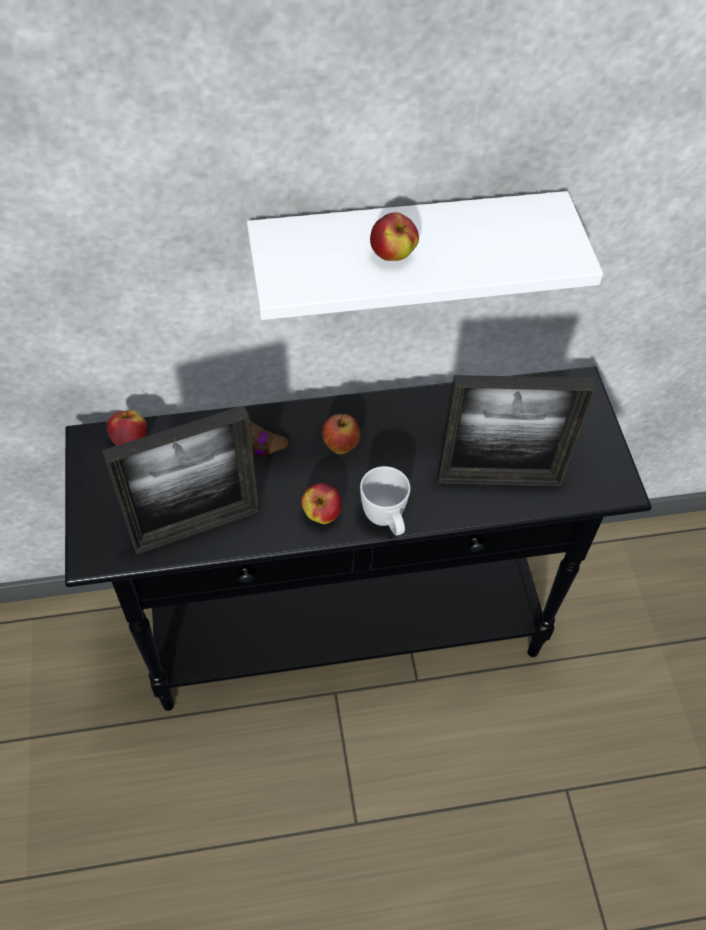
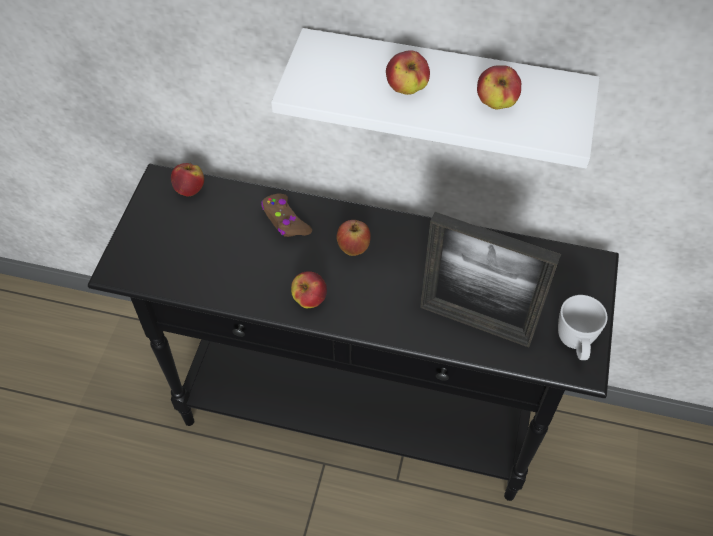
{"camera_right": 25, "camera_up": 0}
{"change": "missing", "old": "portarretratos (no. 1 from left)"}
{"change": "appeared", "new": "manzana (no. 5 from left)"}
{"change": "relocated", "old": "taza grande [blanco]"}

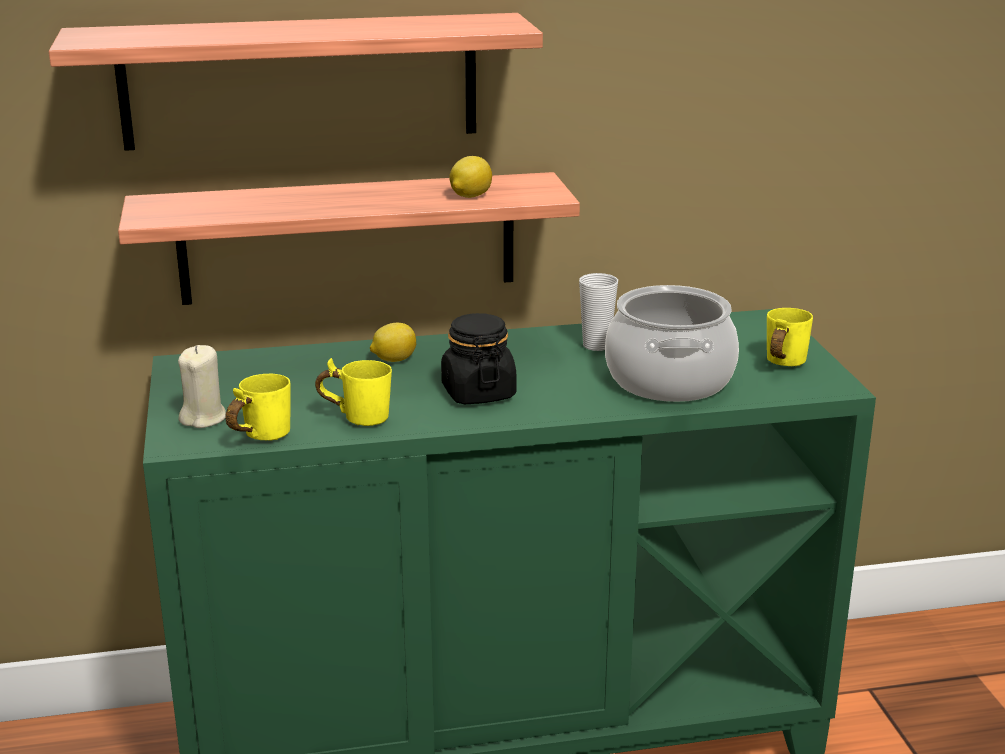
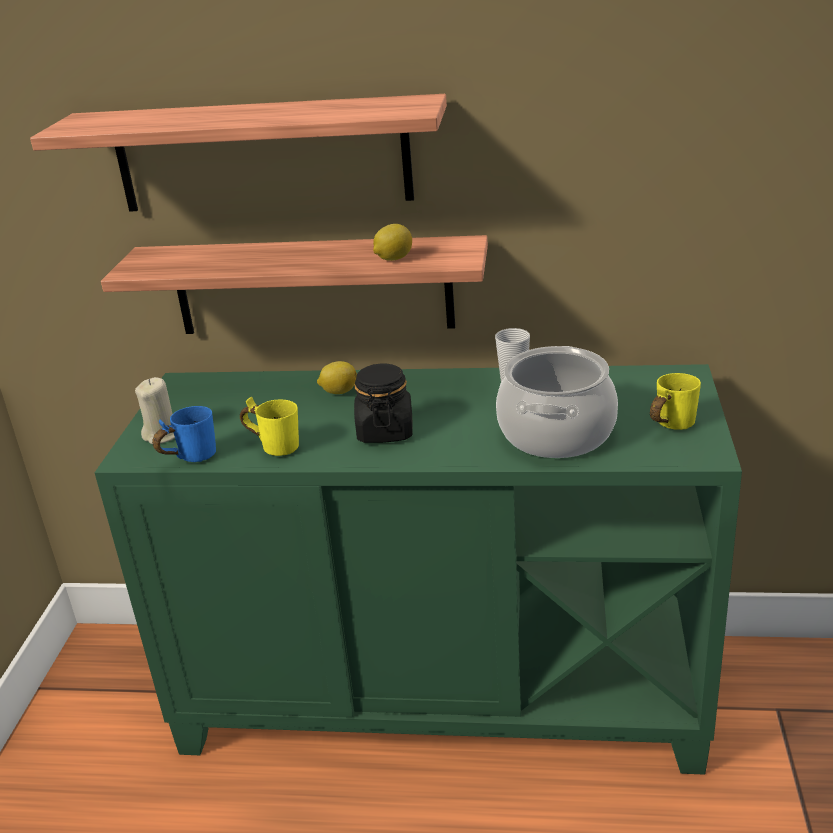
{"camera_right": 20, "camera_up": 5}
{"change": "colour", "old": "taza grande [amarillo] (no. 1 from left)", "new": "taza grande [azul]"}

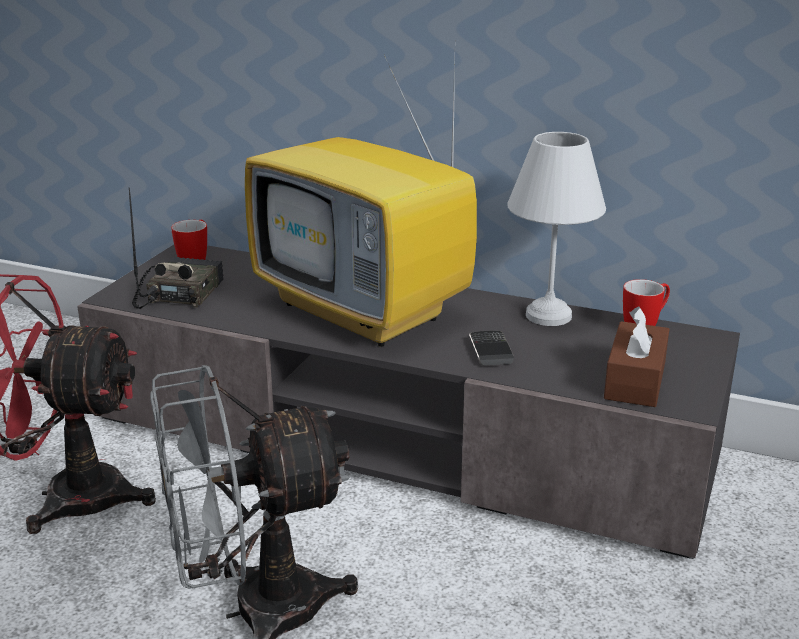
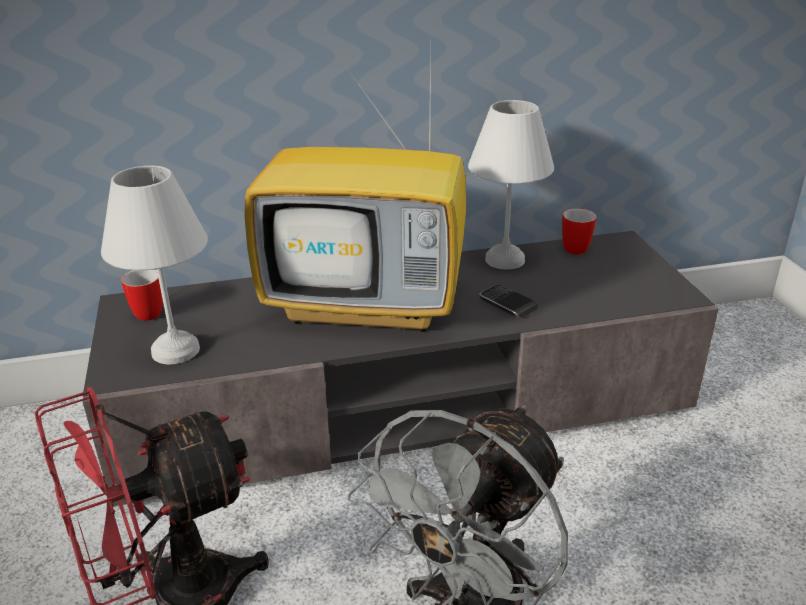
{"camera_right": -35, "camera_up": 5}
{"change": "missing", "old": "caja de pañuelos [marrón]"}
{"change": "exchanged", "old": "radio", "new": "lámpara de mesa [blanco] (no. 1 from left)"}

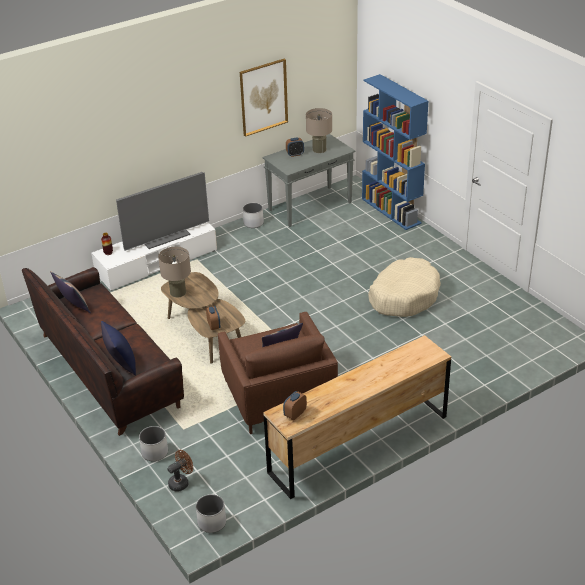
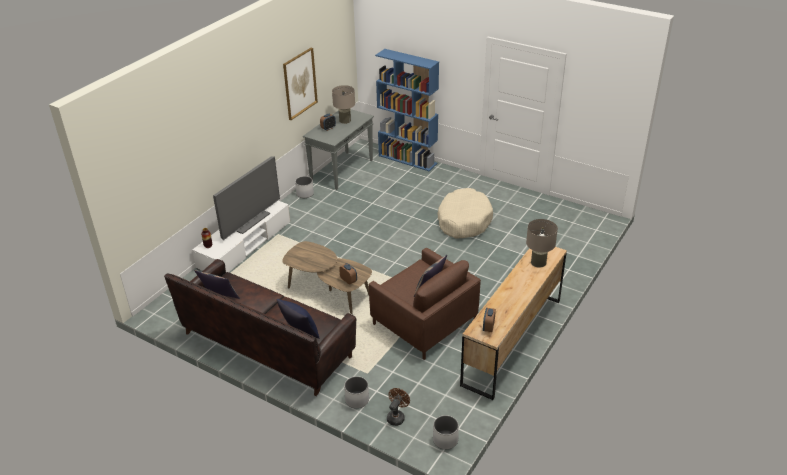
{"camera_right": -25, "camera_up": 0}
{"change": "relocated", "old": "lámpara de mesa [beis] (no. 1 from left in the first image)", "new": "lámpara de mesa [beis] (no. 2 from left)"}

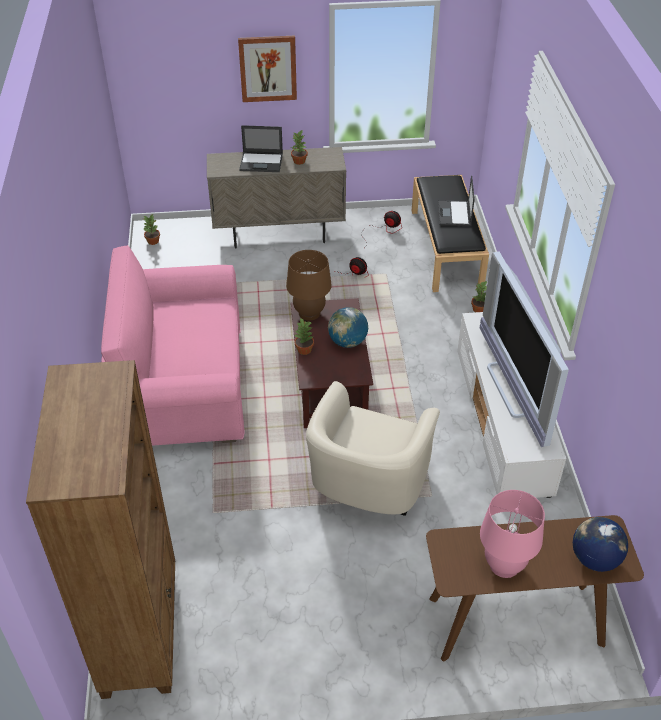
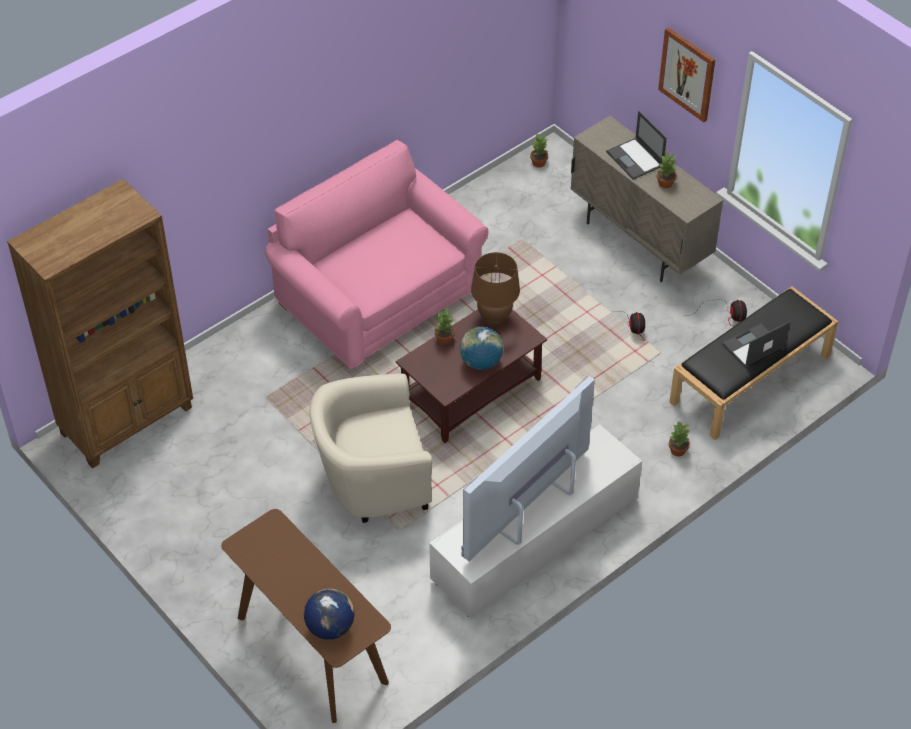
{"camera_right": 55, "camera_up": 5}
{"change": "missing", "old": "lámpara de mesa [rosa]"}

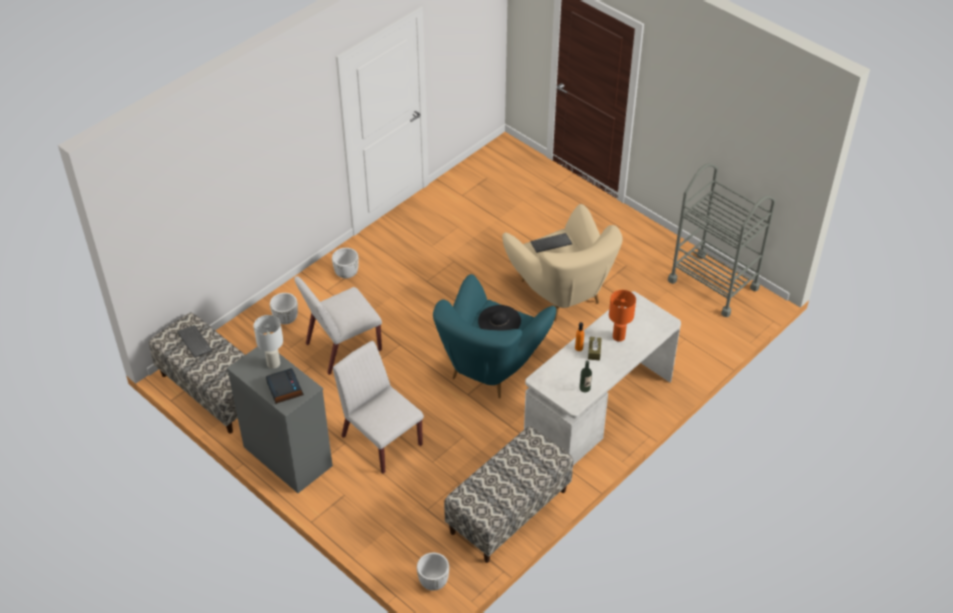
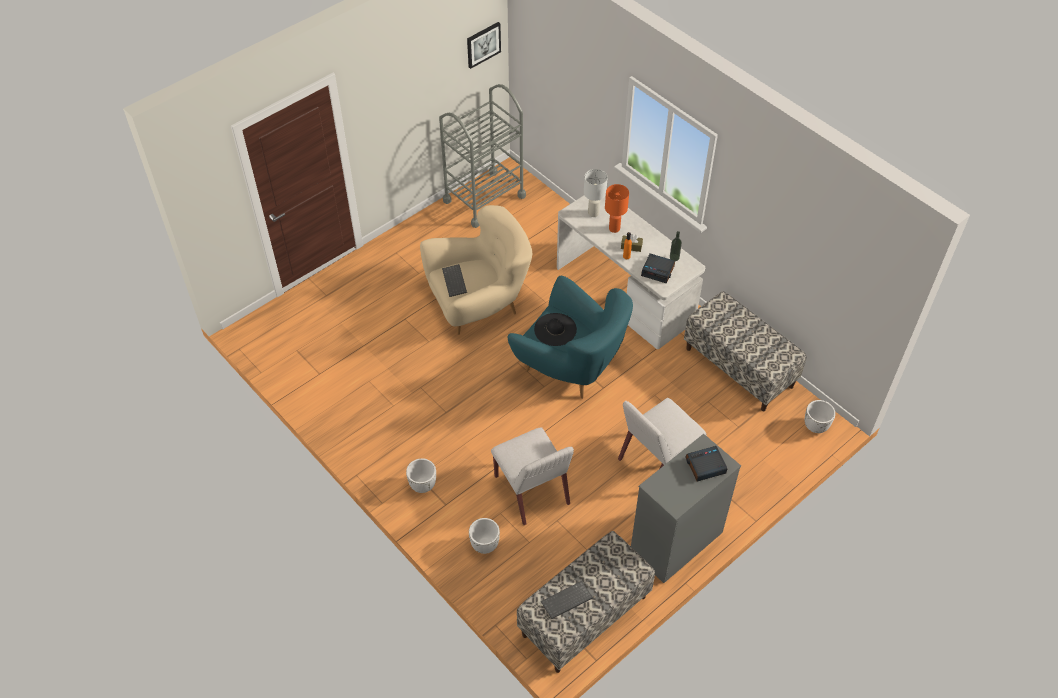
{"camera_right": -85, "camera_up": 5}
{"change": "appeared", "new": "cuadro"}
{"change": "appeared", "new": "despertador (no. 1 from left)"}
{"change": "relocated", "old": "lámpara de mesa [blanco]"}

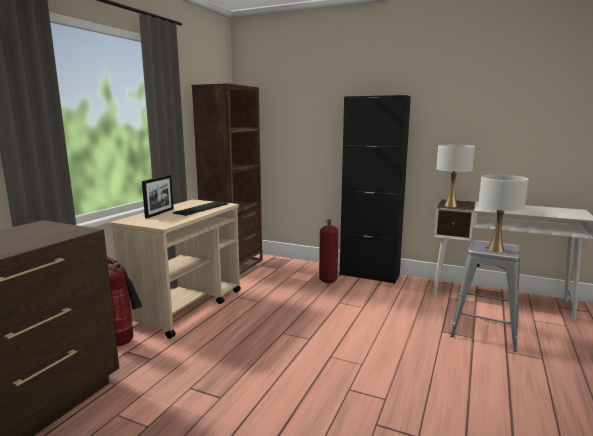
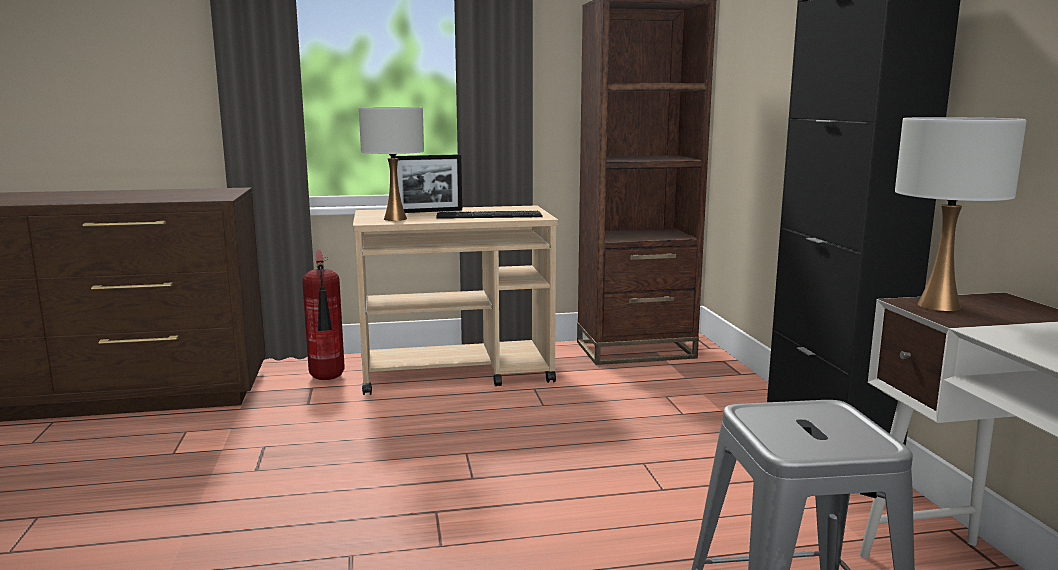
{"camera_right": 55, "camera_up": 0}
{"change": "missing", "old": "extintor (no. 2 from left)"}
{"change": "relocated", "old": "lámpara de mesa [blanco] (no. 2 from left in the first image)", "new": "lámpara de mesa [blanco] (no. 1 from left)"}

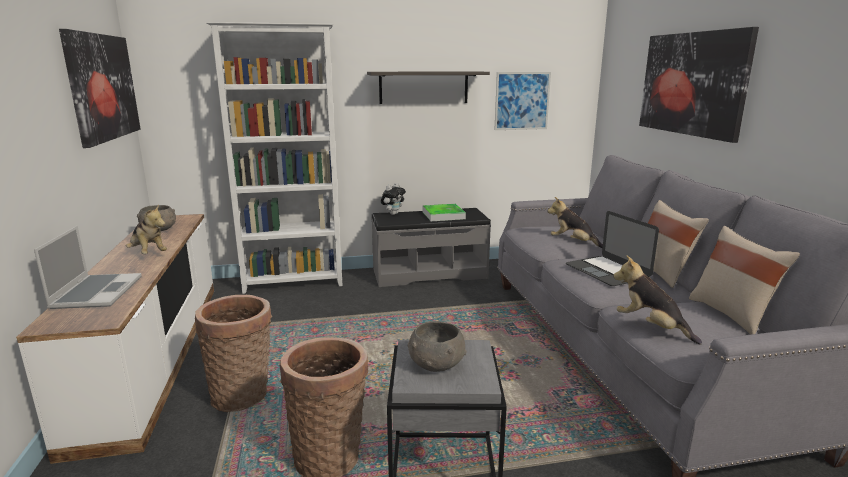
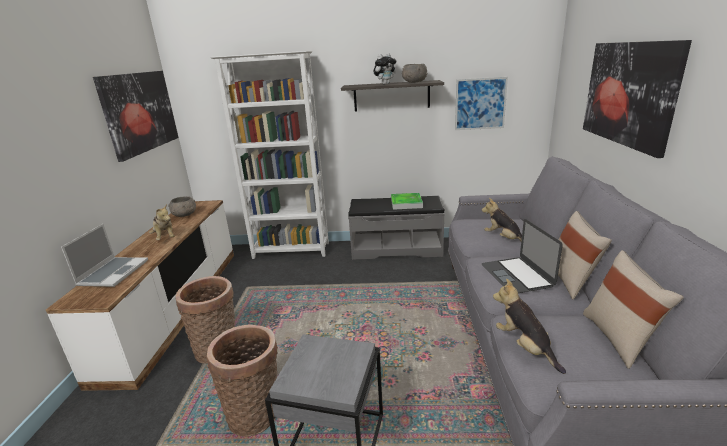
{"camera_right": 15, "camera_up": 5}
{"change": "relocated", "old": "peluche (no. 2 from left)"}
{"change": "relocated", "old": "cuenco [gris] (no. 2 from left)"}

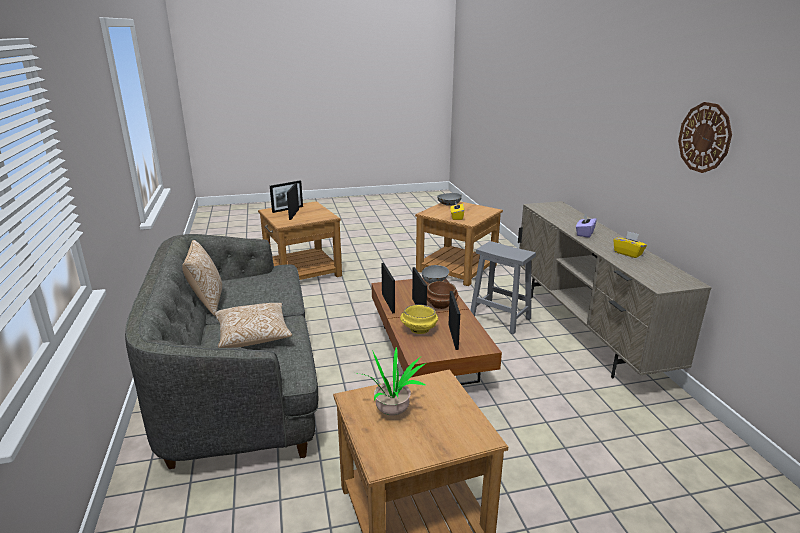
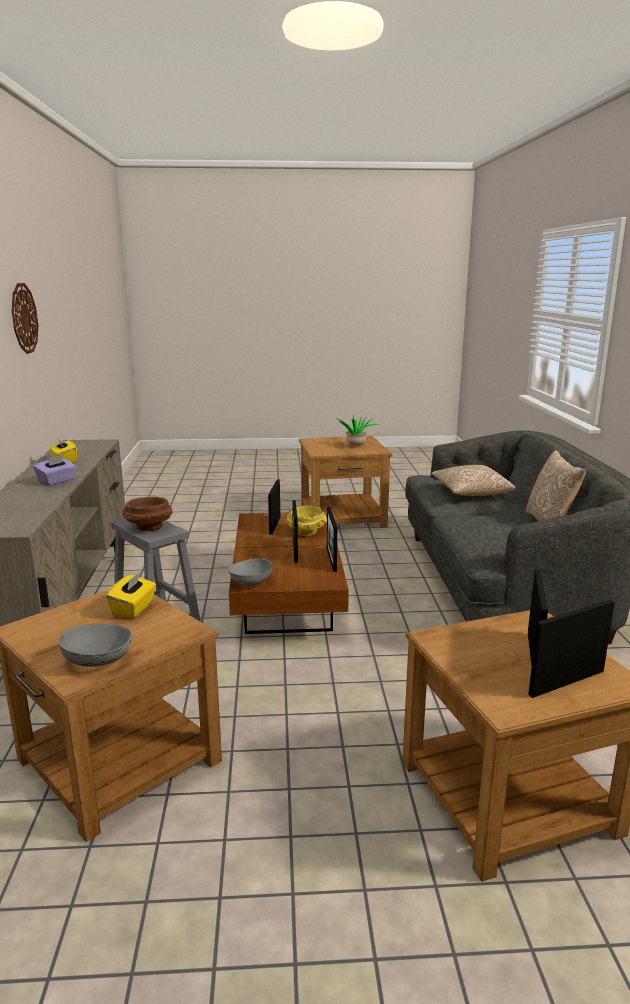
{"camera_right": -170, "camera_up": -5}
{"change": "relocated", "old": "cuenco [marrón]"}

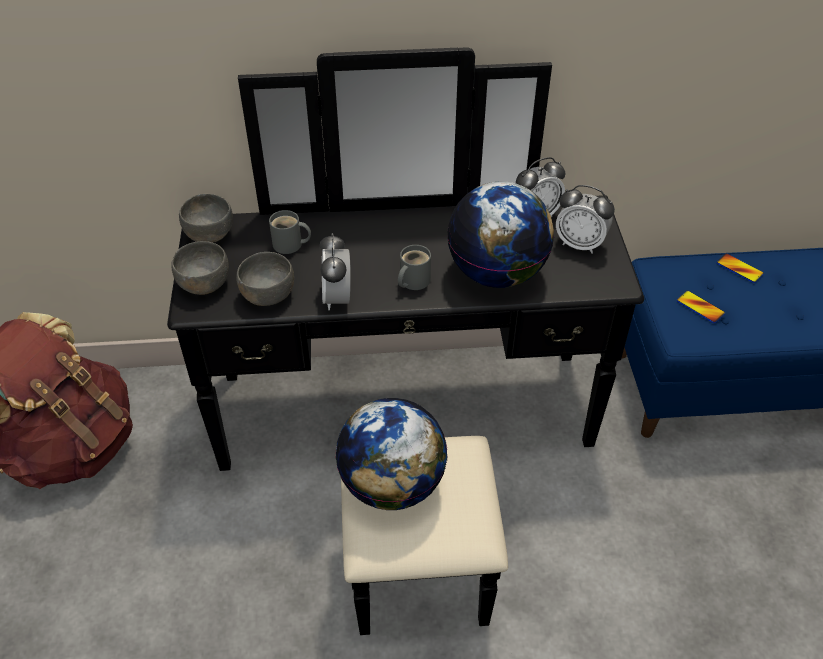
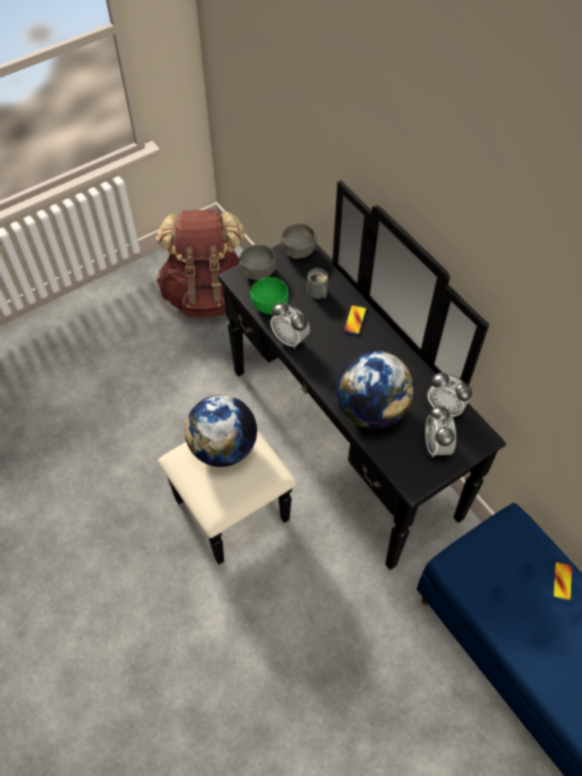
{"camera_right": 60, "camera_up": 10}
{"change": "missing", "old": "taza grande [gris] (no. 2 from left)"}
{"change": "relocated", "old": "móvil (no. 1 from left)"}
{"change": "colour", "old": "cuenco [gris] (no. 3 from left)", "new": "cuenco [verde]"}
{"change": "spun", "old": "despertador (no. 1 from left)", "degrees": -105}

